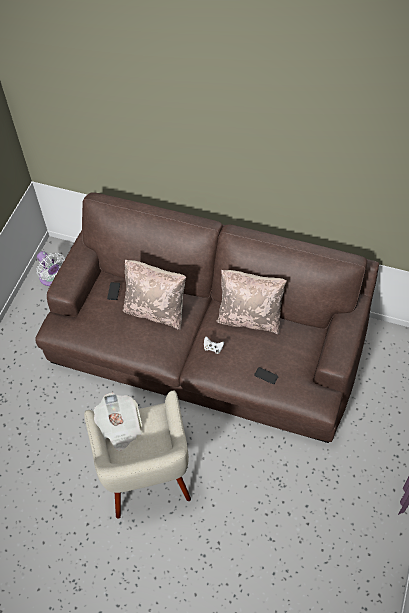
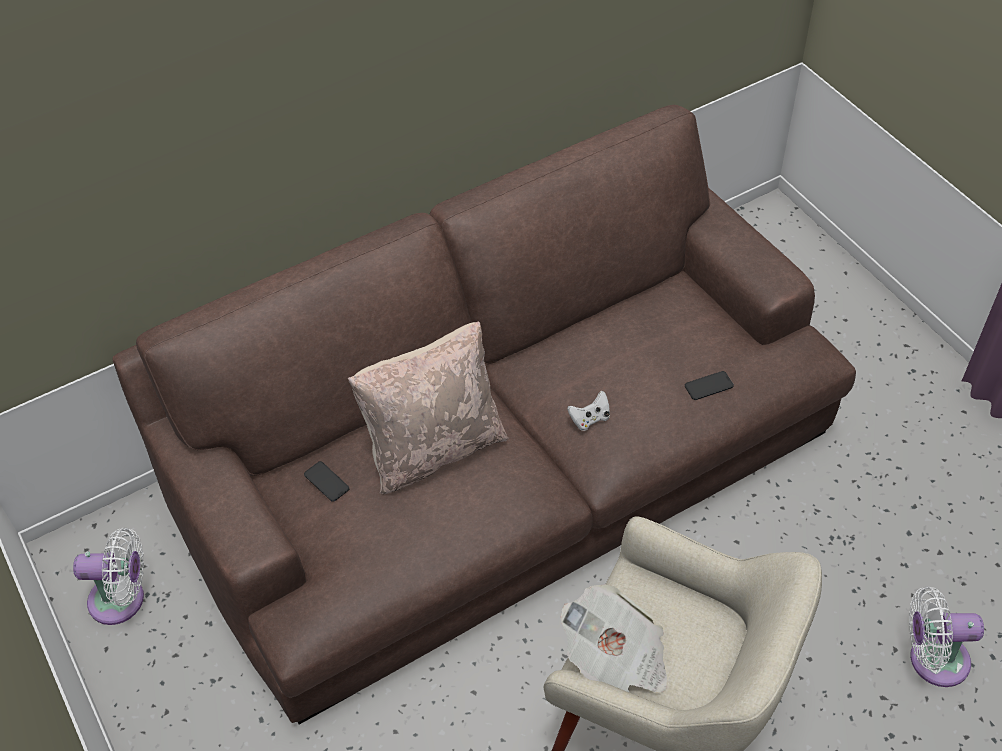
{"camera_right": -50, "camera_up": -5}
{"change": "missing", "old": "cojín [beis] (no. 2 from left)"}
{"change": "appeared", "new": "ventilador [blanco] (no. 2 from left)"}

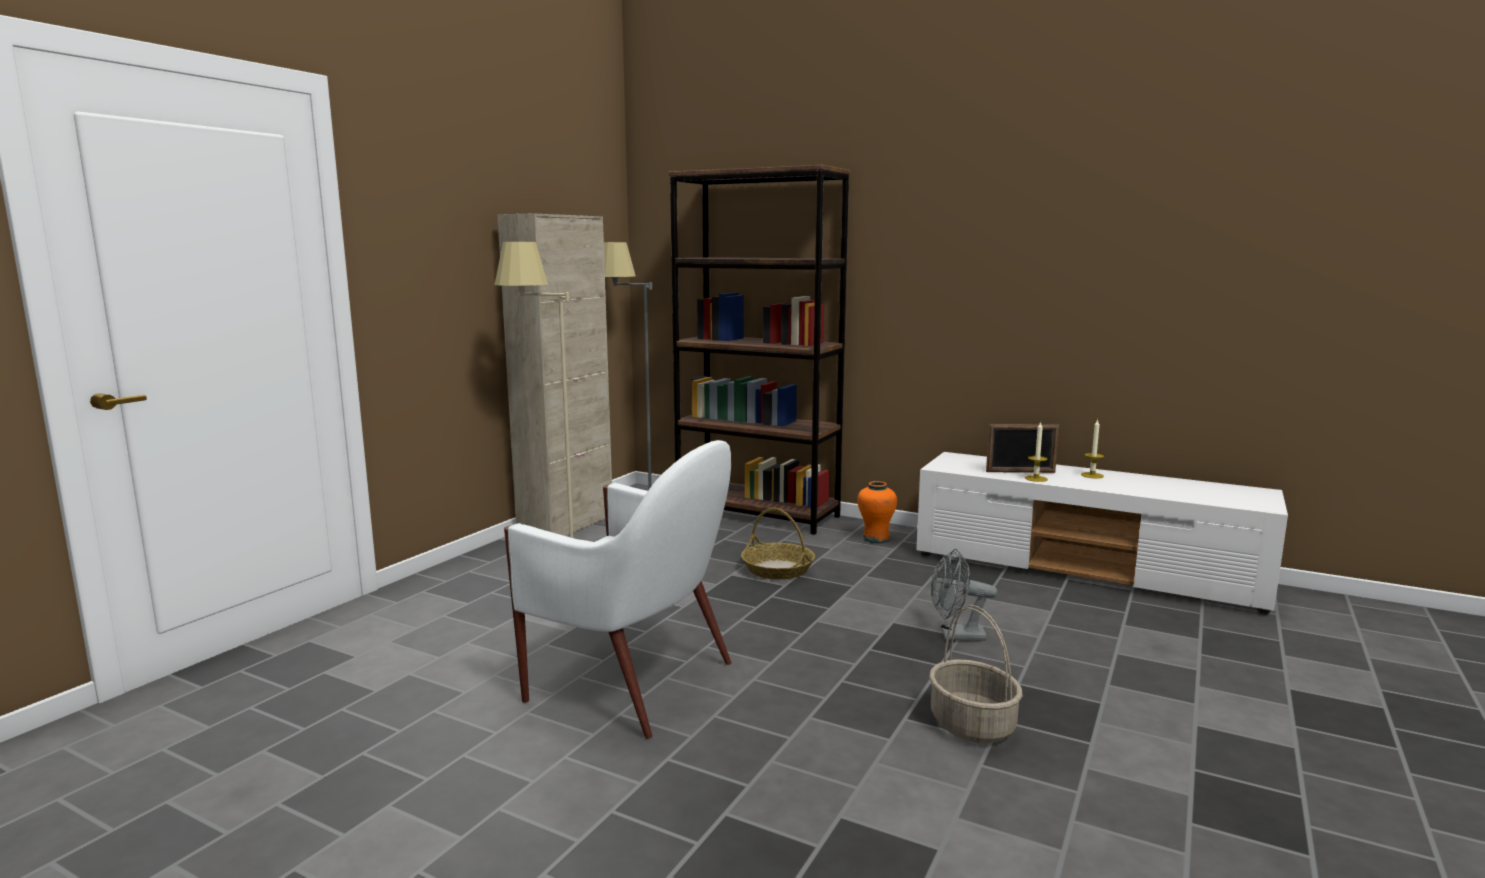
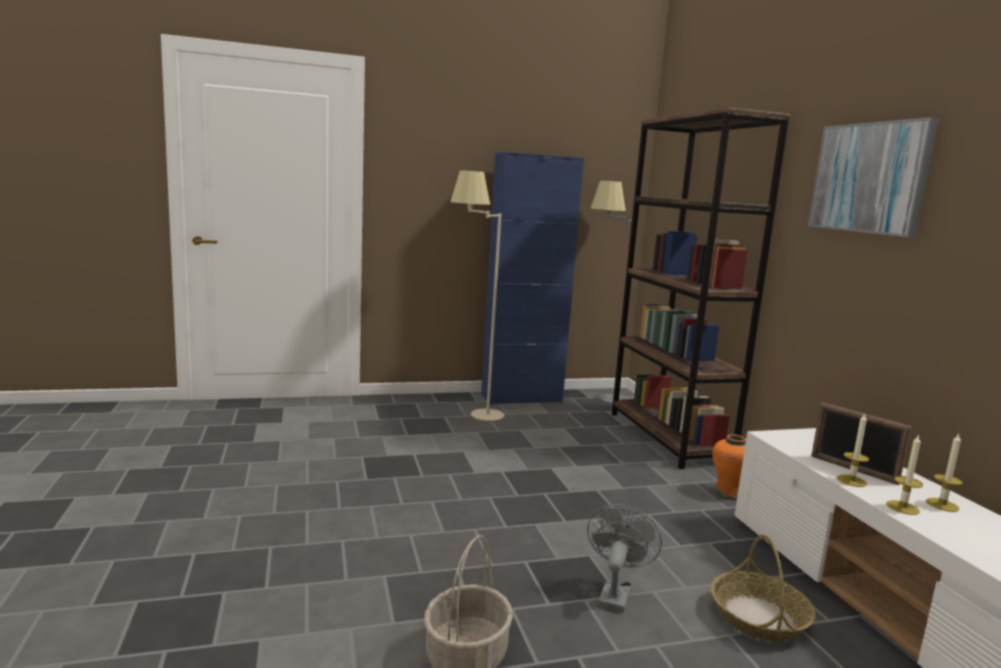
{"camera_right": 45, "camera_up": 0}
{"change": "missing", "old": "sillón [blanco]"}
{"change": "appeared", "new": "cuadro"}
{"change": "appeared", "new": "vela (no. 2 from left)"}
{"change": "relocated", "old": "cesta (no. 1 from left in the first image)", "new": "cesta (no. 2 from left)"}
{"change": "colour", "old": "armario [beis]", "new": "armario [azul]"}
{"change": "spun", "old": "ventilador [gris]", "degrees": 60}

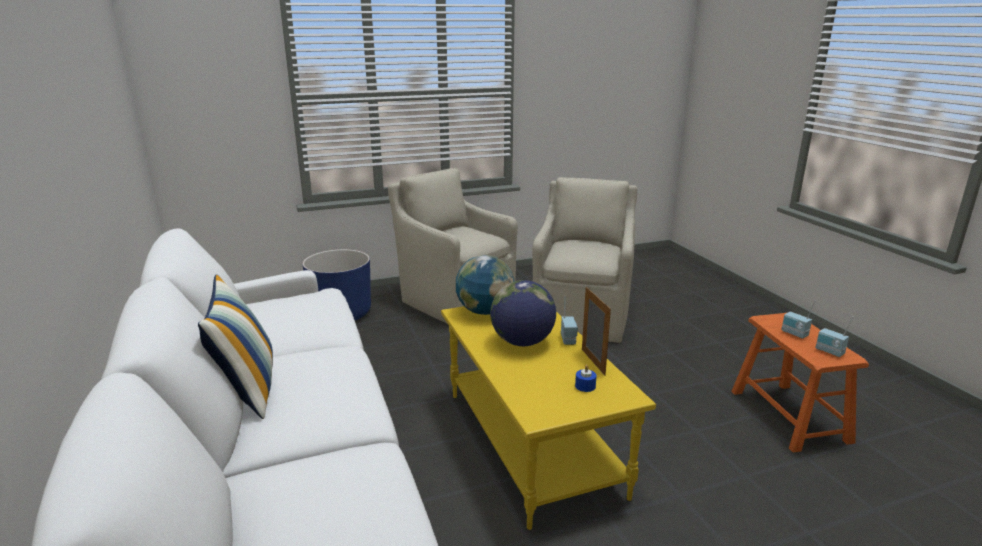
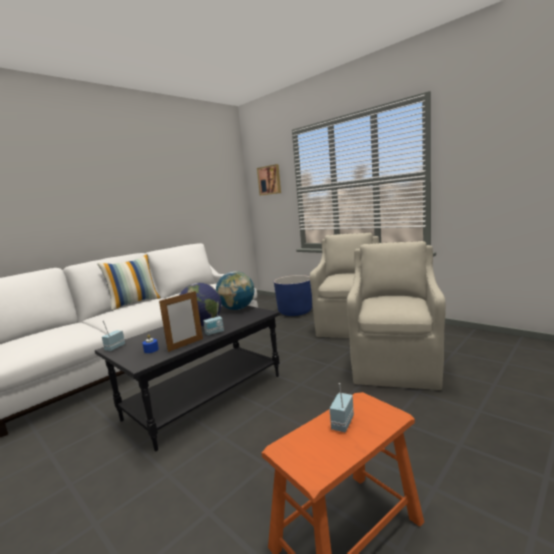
{"camera_right": 65, "camera_up": -10}
{"change": "appeared", "new": "cuadro"}
{"change": "relocated", "old": "radio (no. 3 from left in the first image)", "new": "radio (no. 1 from left)"}
{"change": "colour", "old": "mesa de centro [amarillo]", "new": "mesa de centro [negro]"}
{"change": "spun", "old": "sillón [beis] (no. 2 from left)", "degrees": -60}

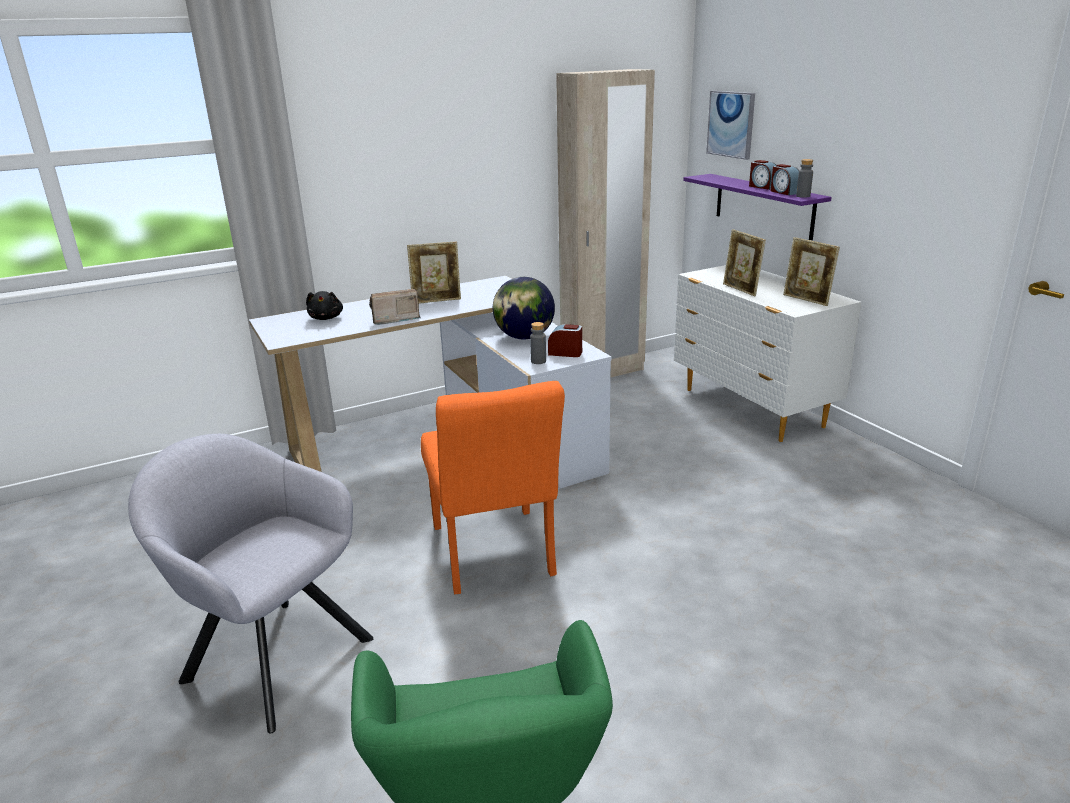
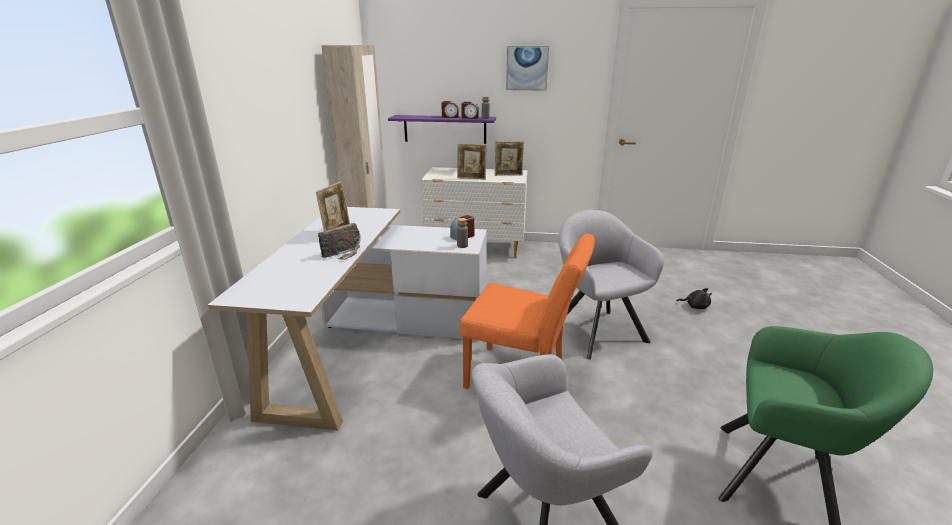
{"camera_right": -55, "camera_up": 0}
{"change": "missing", "old": "globo terráqueo"}
{"change": "appeared", "new": "sillón [gris] (no. 2 from left)"}
{"change": "relocated", "old": "peluche [negro]"}
{"change": "relocated", "old": "cuadro"}
{"change": "spun", "old": "radio", "degrees": -150}

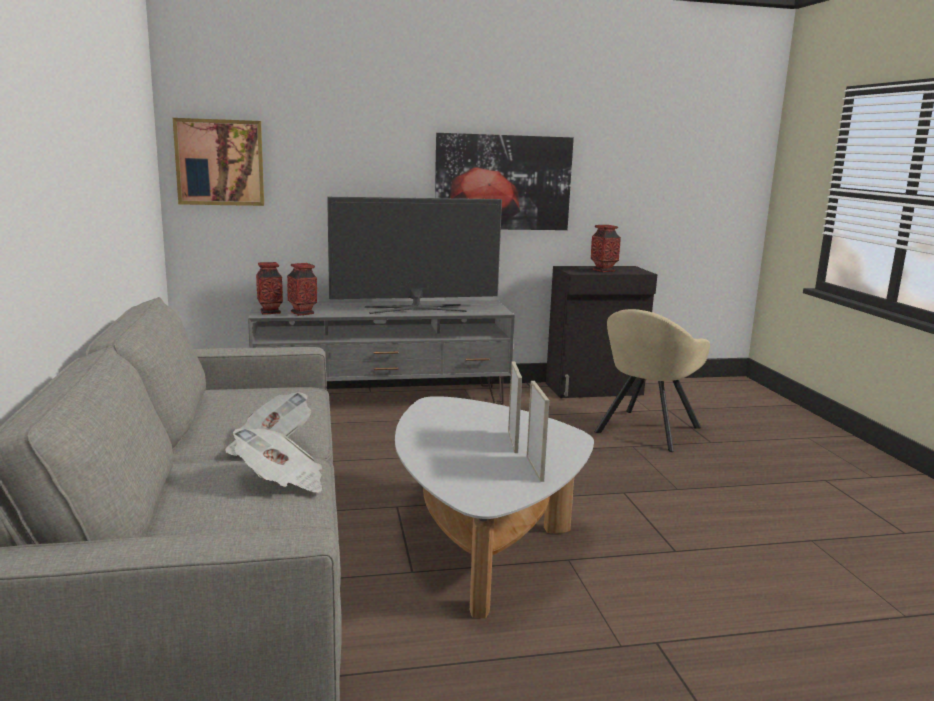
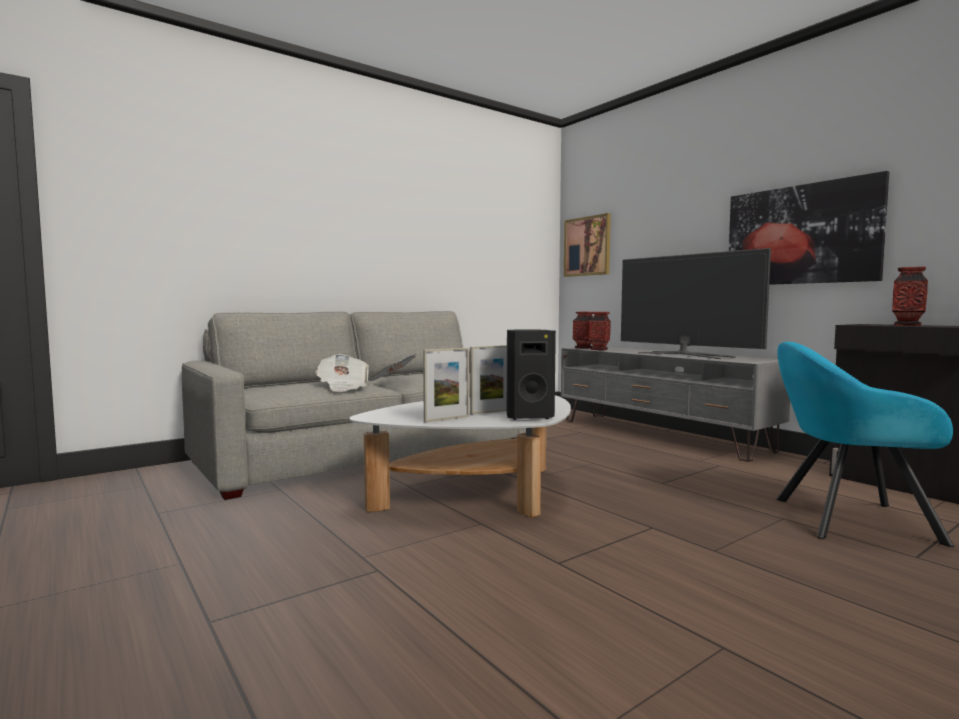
{"camera_right": 65, "camera_up": -10}
{"change": "appeared", "new": "altavoz [negro]"}
{"change": "colour", "old": "sillón [beis]", "new": "sillón [turquesa]"}

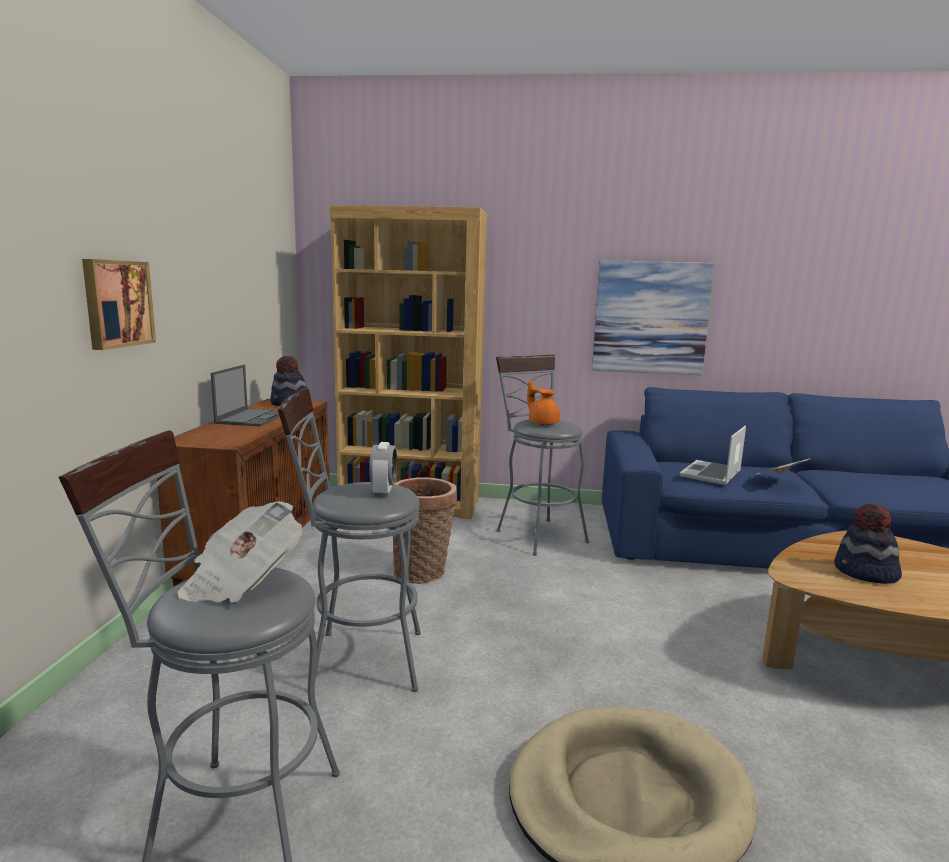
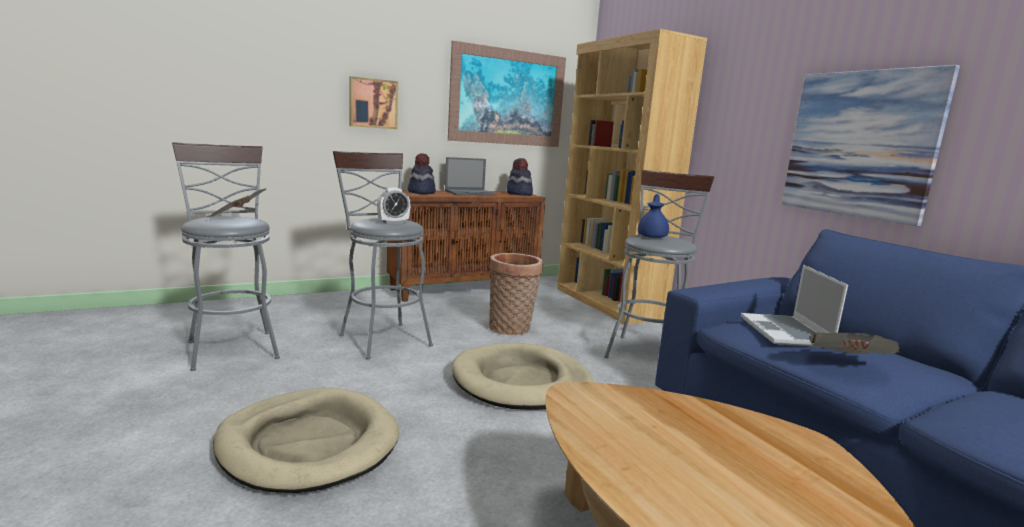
{"camera_right": 55, "camera_up": 0}
{"change": "appeared", "new": "cuadro (no. 2 from left)"}
{"change": "appeared", "new": "cama para perro [beis] (no. 2 from left)"}
{"change": "relocated", "old": "sombrero (no. 2 from left in the first image)", "new": "sombrero (no. 1 from left)"}
{"change": "colour", "old": "tetera [naranja]", "new": "tetera [azul]"}
{"change": "spun", "old": "portátil (no. 2 from left)", "degrees": -90}

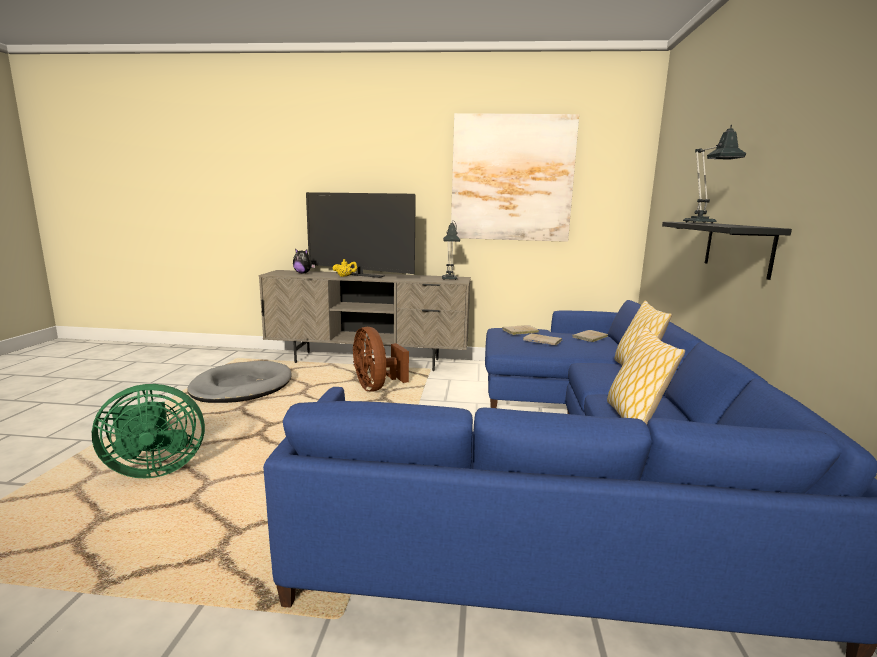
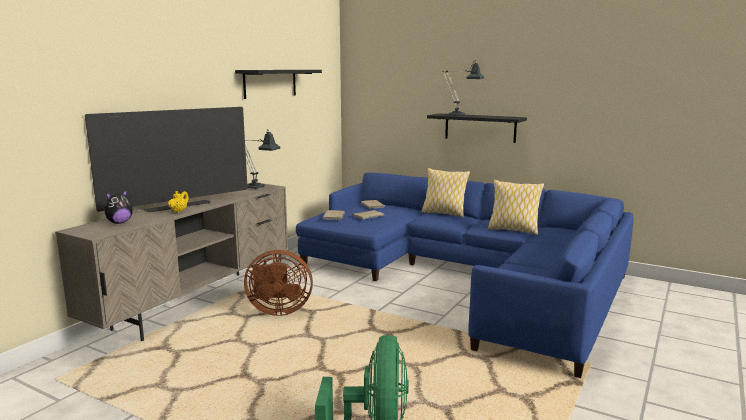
{"camera_right": -65, "camera_up": 0}
{"change": "missing", "old": "cama para perro [gris]"}
{"change": "exchanged", "old": "cuadro", "new": "estante [negro] (no. 1 from left)"}

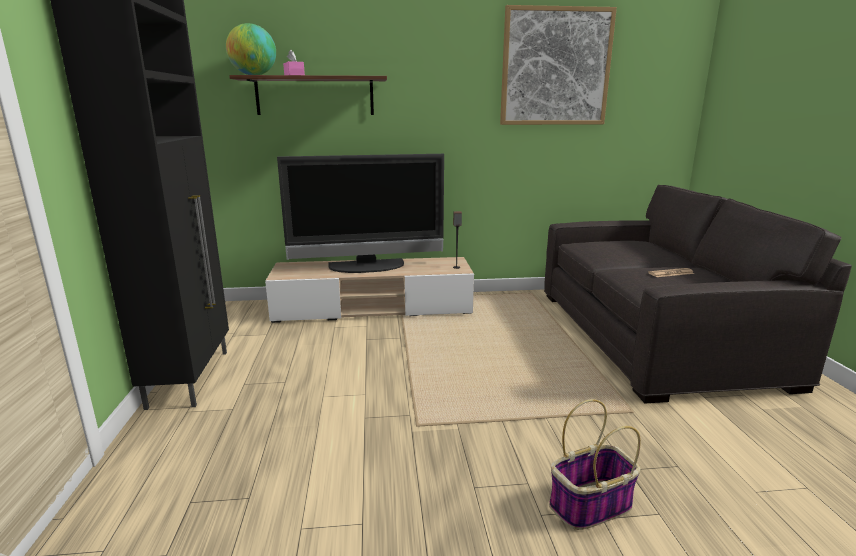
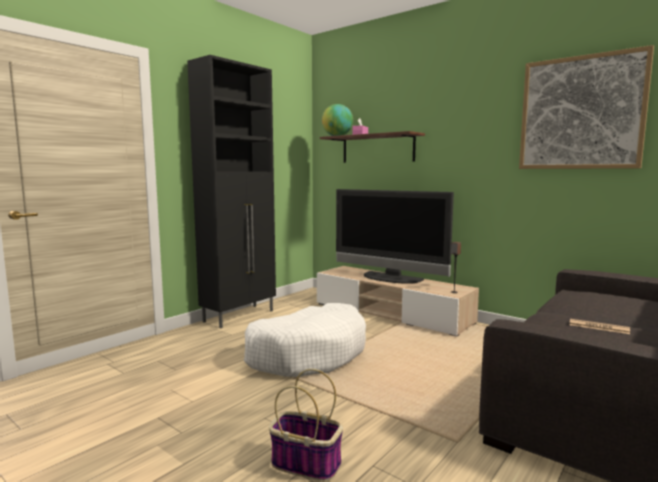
{"camera_right": 45, "camera_up": -10}
{"change": "appeared", "new": "cama para perro [blanco]"}

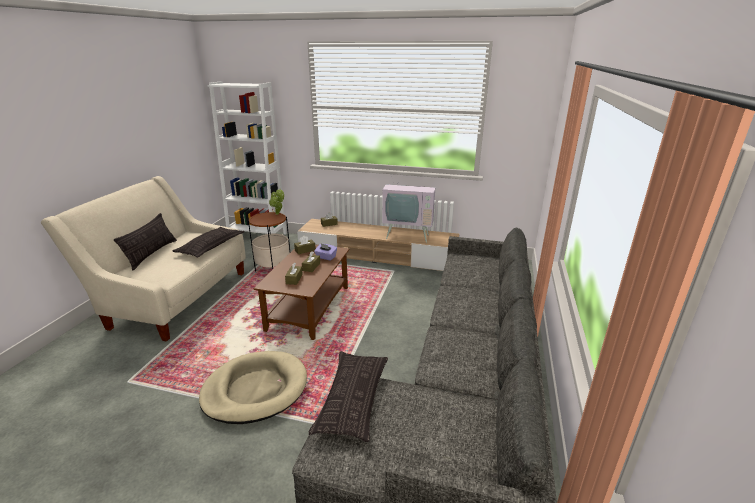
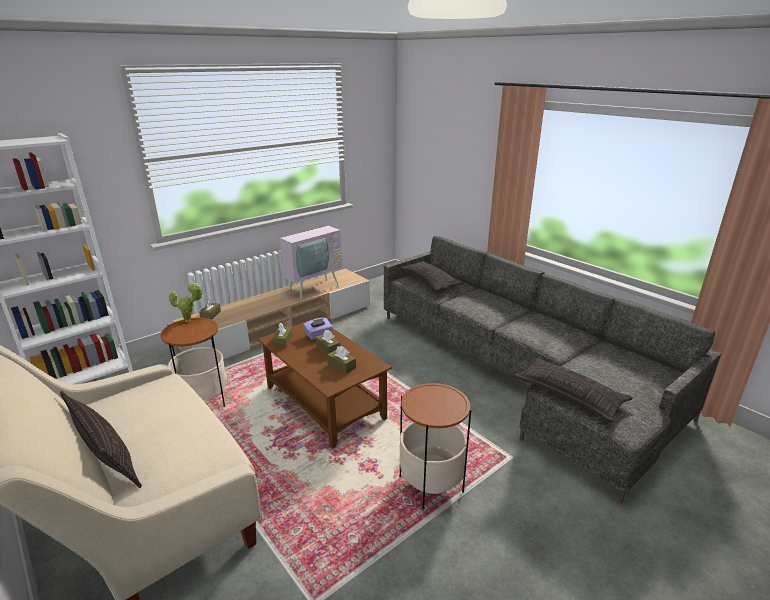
{"camera_right": -55, "camera_up": 0}
{"change": "relocated", "old": "cojín (no. 2 from left)"}
{"change": "exchanged", "old": "cama para perro [beis]", "new": "mesa auxiliar (no. 2 from left)"}

